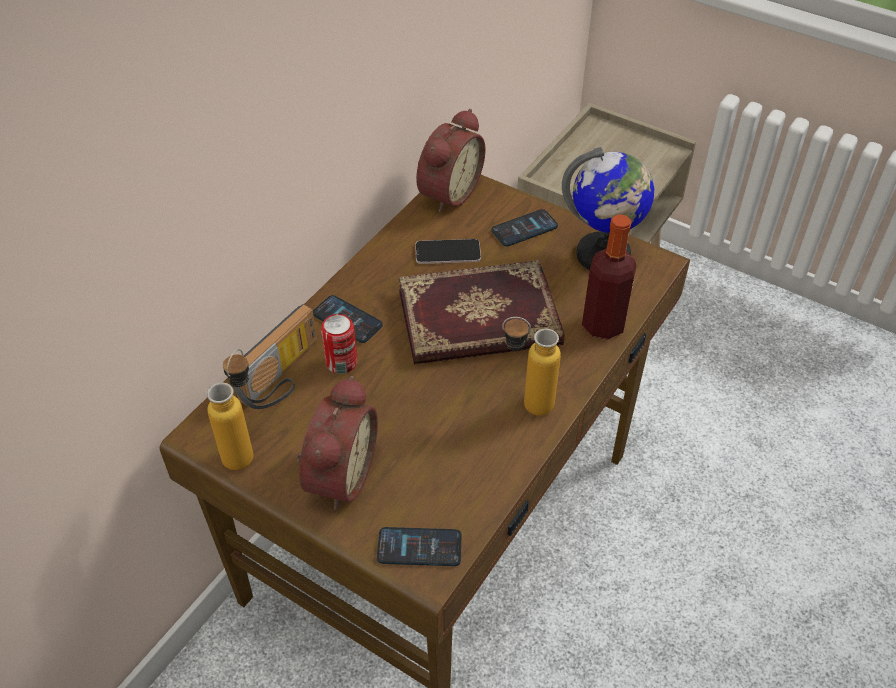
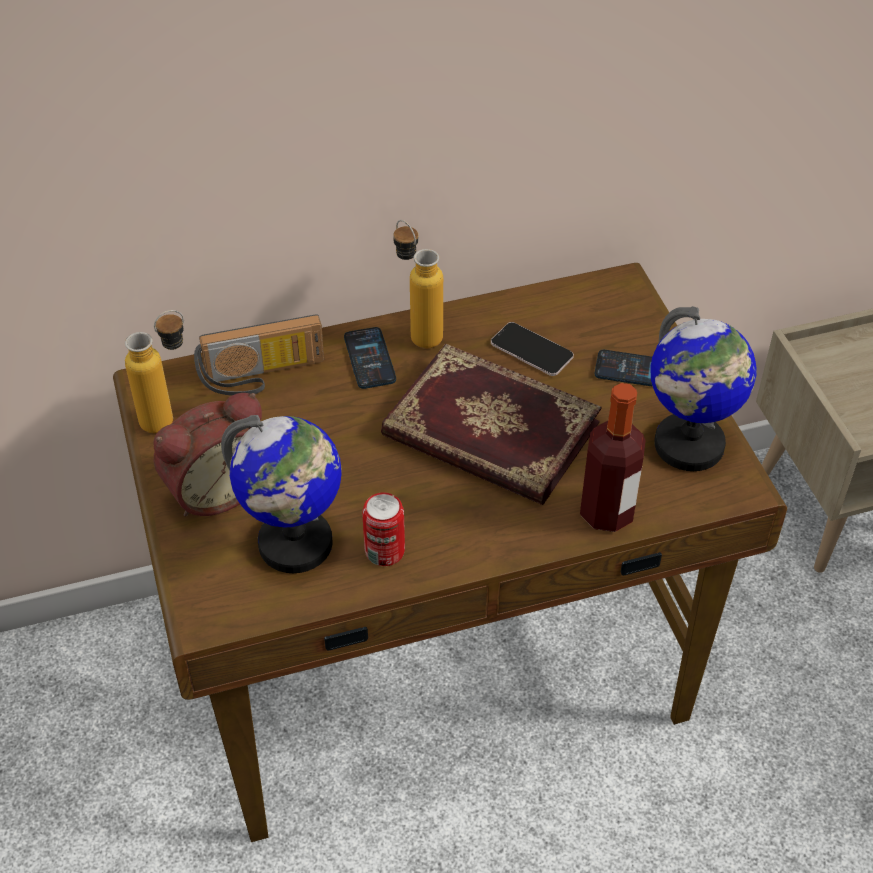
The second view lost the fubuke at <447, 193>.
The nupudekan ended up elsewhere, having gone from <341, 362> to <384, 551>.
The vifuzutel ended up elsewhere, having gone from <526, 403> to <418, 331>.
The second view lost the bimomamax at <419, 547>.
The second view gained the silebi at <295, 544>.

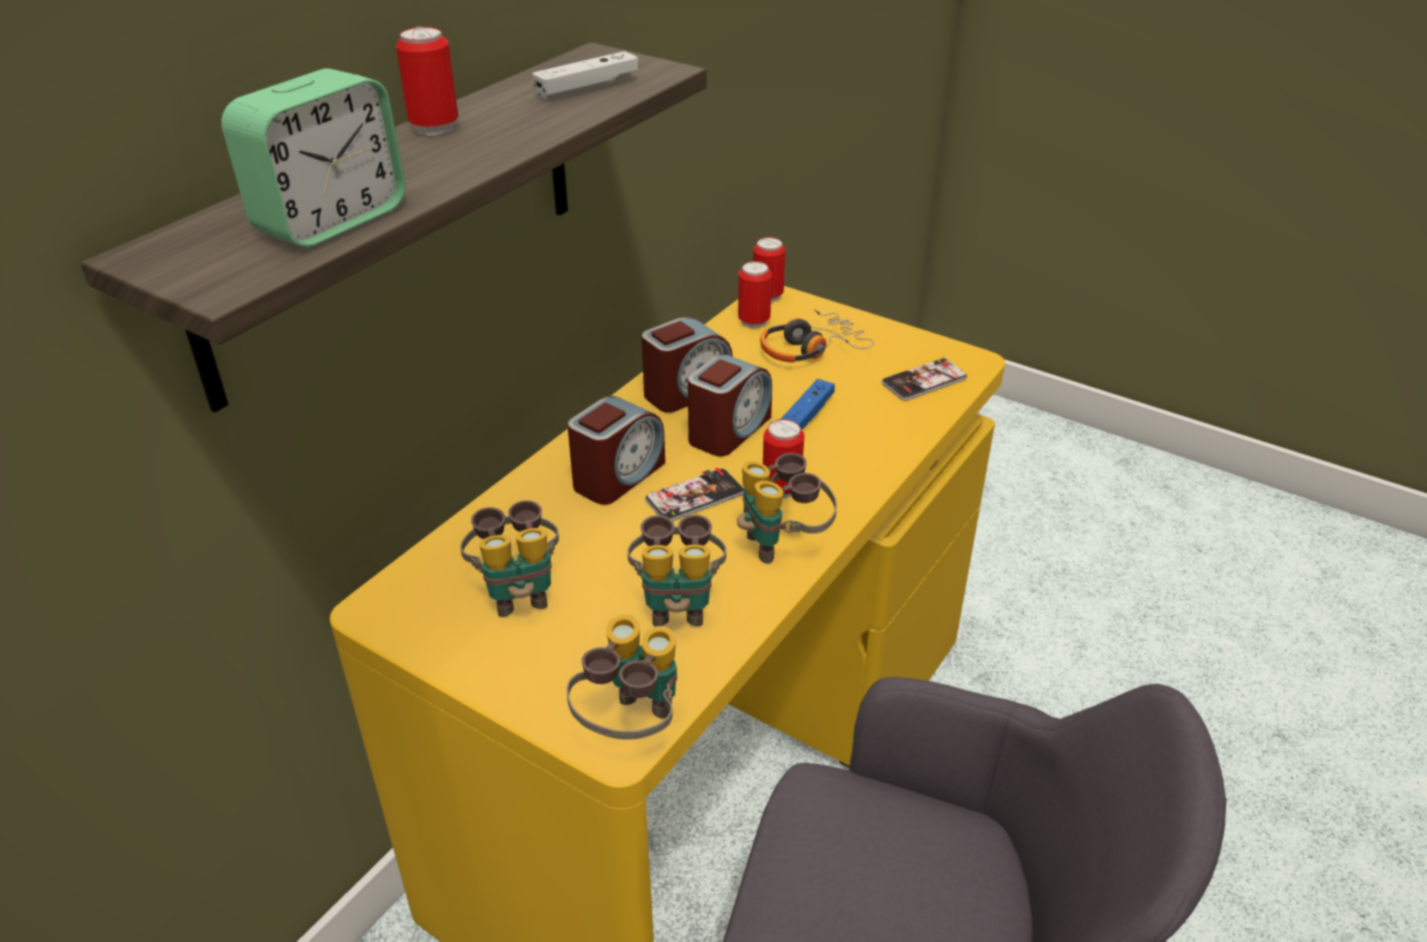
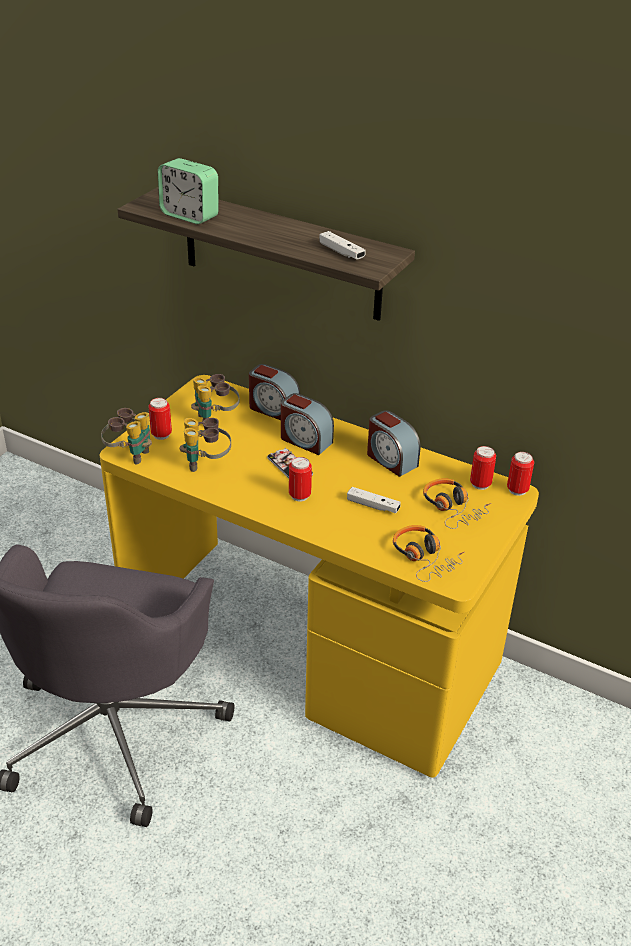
The nupudekan ended up elsewhere, having gone from <434, 127> to <161, 435>.
The fubuke ended up elsewhere, having gone from <728, 430> to <273, 409>.
Where the bimomamax stood at <924, 381>, the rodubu came to stand at <424, 558>.
What was the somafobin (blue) at <806, 416> turned into the somafobin (white) at <373, 506>.
The second view lost the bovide at <783, 543>.

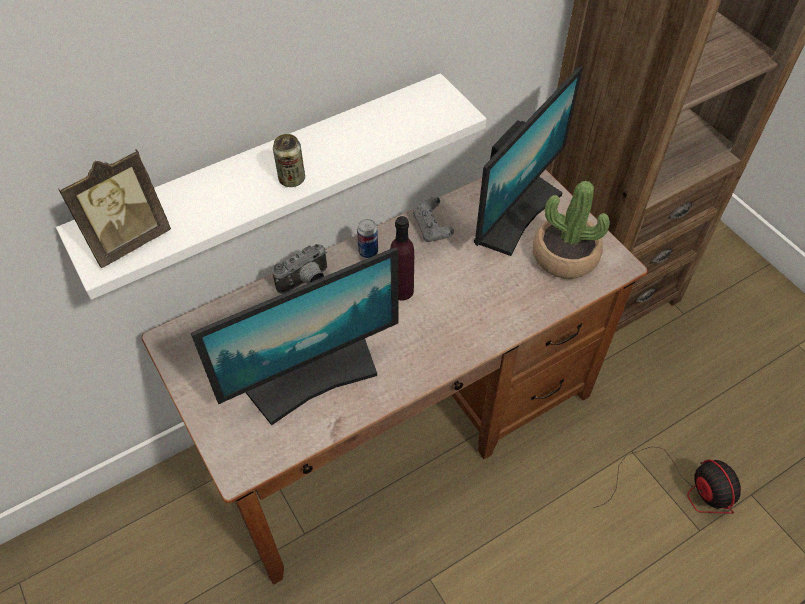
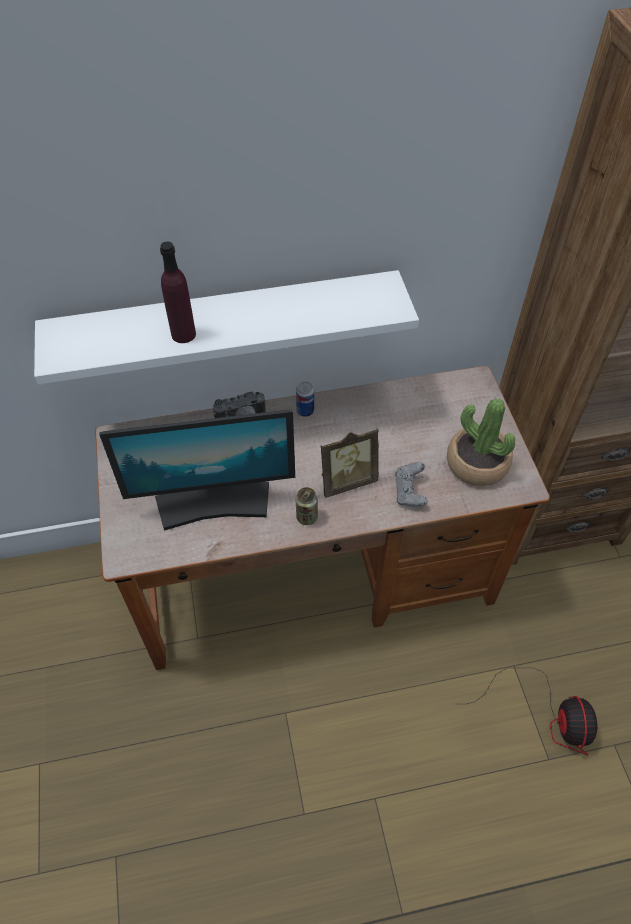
The second view lost the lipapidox at <515, 213>.
The nupudekan ended up elsewhere, having gone from <292, 179> to <307, 517>.
The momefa ended up elsewhere, having gone from <128, 240> to <346, 480>.
The somafobin (grey) ended up elsewhere, having gone from <432, 229> to <409, 492>.
The vifuzutel (purple) ended up elsewhere, having gone from <402, 291> to <183, 334>.

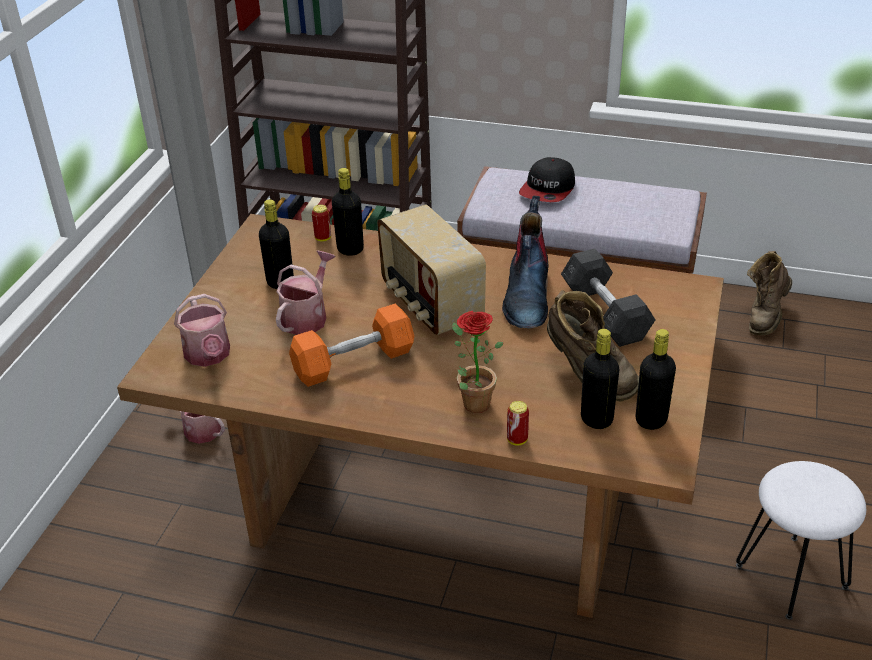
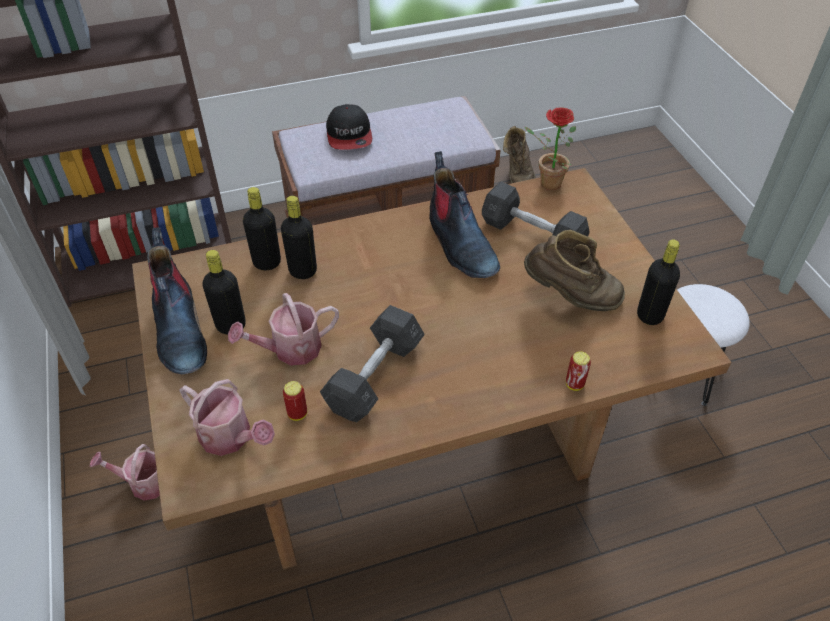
The second view lost the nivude at <430, 304>.
The nupudekan ended up elsewhere, having gone from <323, 238> to <297, 413>.
The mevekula at <307, 317> ended up facing another way, 105 degrees counterclockwise from before.
What was the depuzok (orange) at <353, 362> turned into the depuzok (grey) at <374, 376>.
The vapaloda ended up elsewhere, having gone from <471, 401> to <545, 183>.
The vifuzutel (black) ended up elsewhere, having gone from <596, 419> to <303, 271>.
The second view gained the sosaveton at <179, 330>.

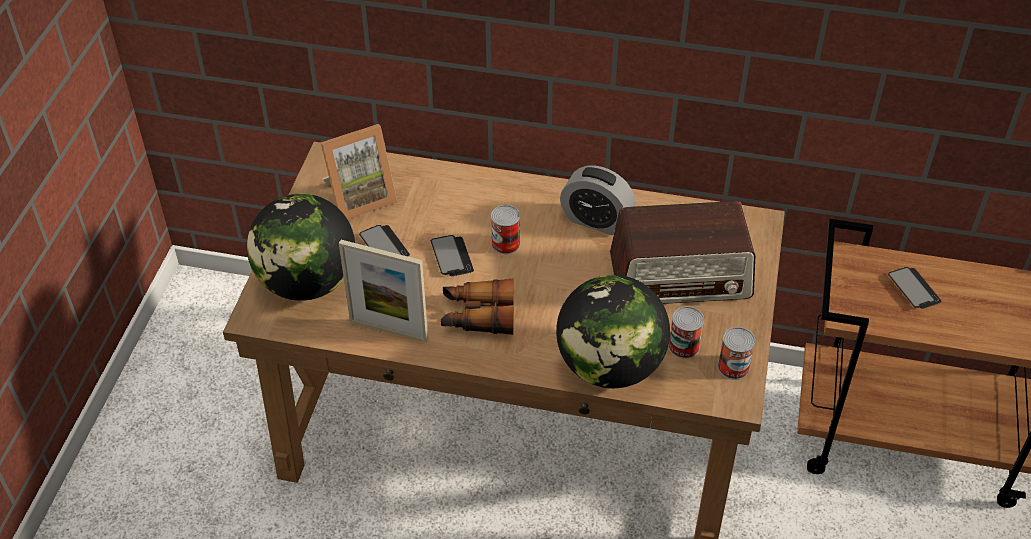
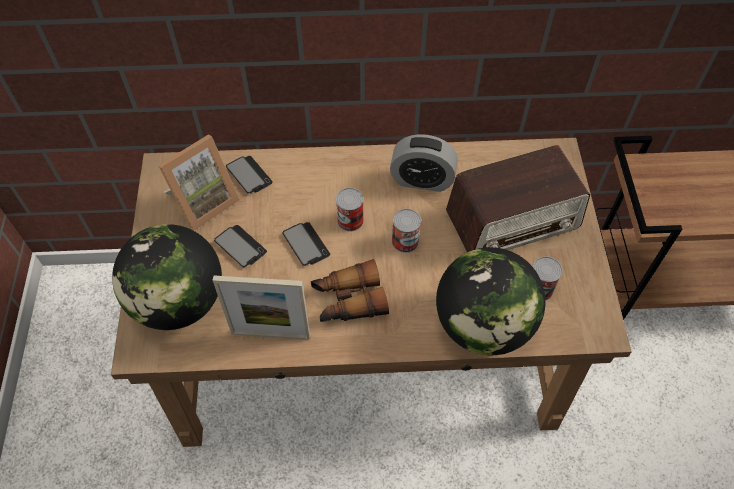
The bimomamax ended up elsewhere, having gone from <913, 289> to <249, 175>.
The nupudekan ended up elsewhere, having gone from <733, 367> to <405, 241>.

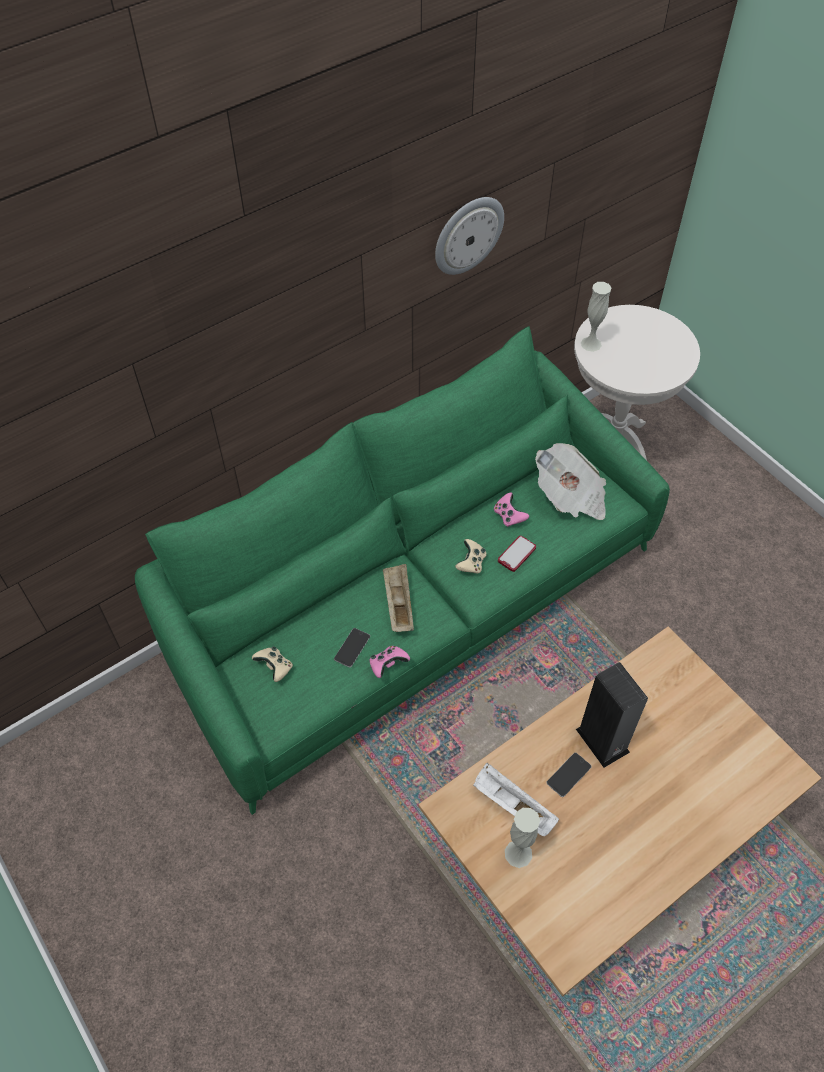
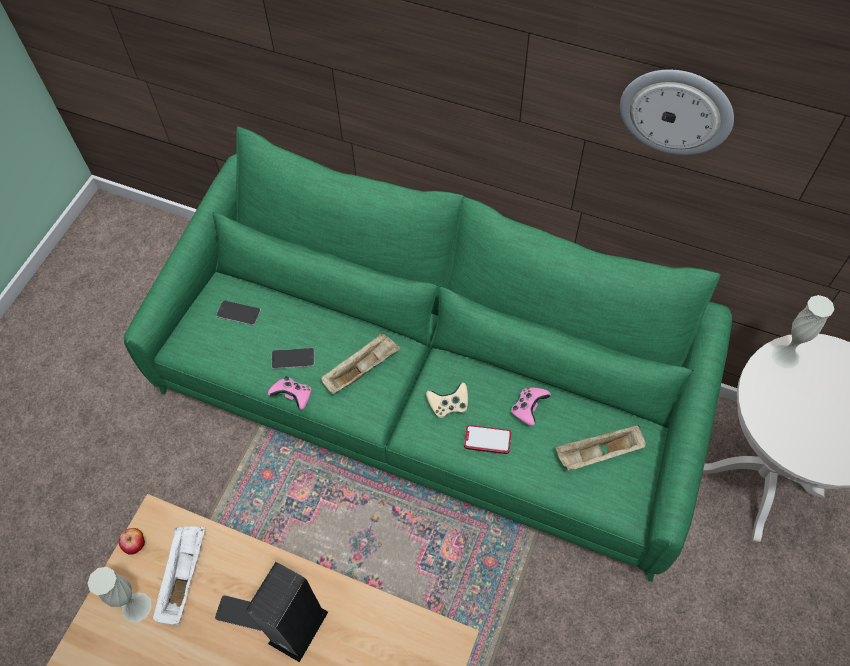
Where the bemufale stood at <570, 496>, the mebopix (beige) came to stand at <598, 454>.
Where the somafobin (beige) stood at <275, 668>, the bimomamax came to stand at <238, 313>.
The second view gained the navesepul at <136, 545>.

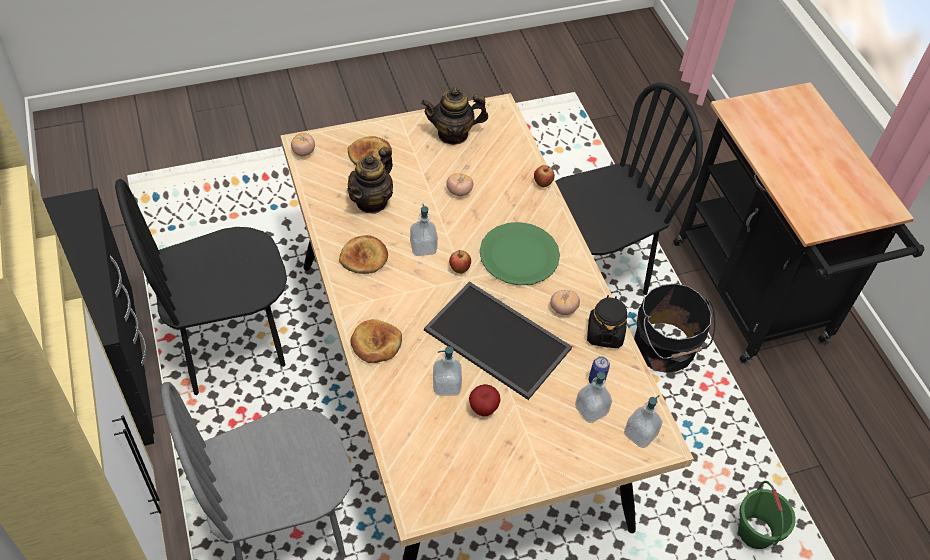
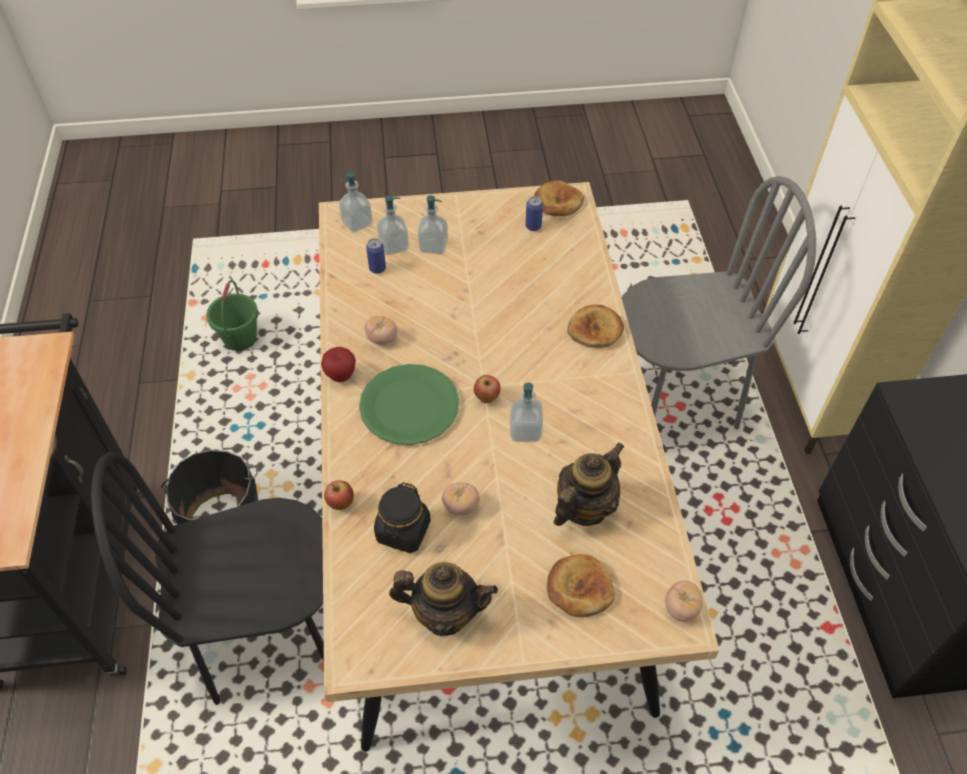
The second view lost the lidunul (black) at <230, 346>.
The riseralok ended up elsewhere, having gone from <364, 257> to <557, 202>.
The second view lost the mebopix at <495, 340>.
The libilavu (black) ended up elsewhere, having gone from <604, 333> to <403, 531>.
The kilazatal ended up elsewhere, having gone from <446, 385> to <433, 246>.
The navesepul ended up elsewhere, having gone from <483, 409> to <341, 376>.
The second view gained the nupudekan at <533, 226>.

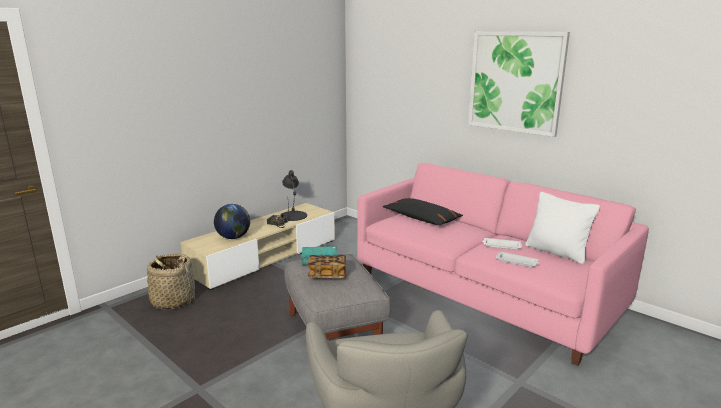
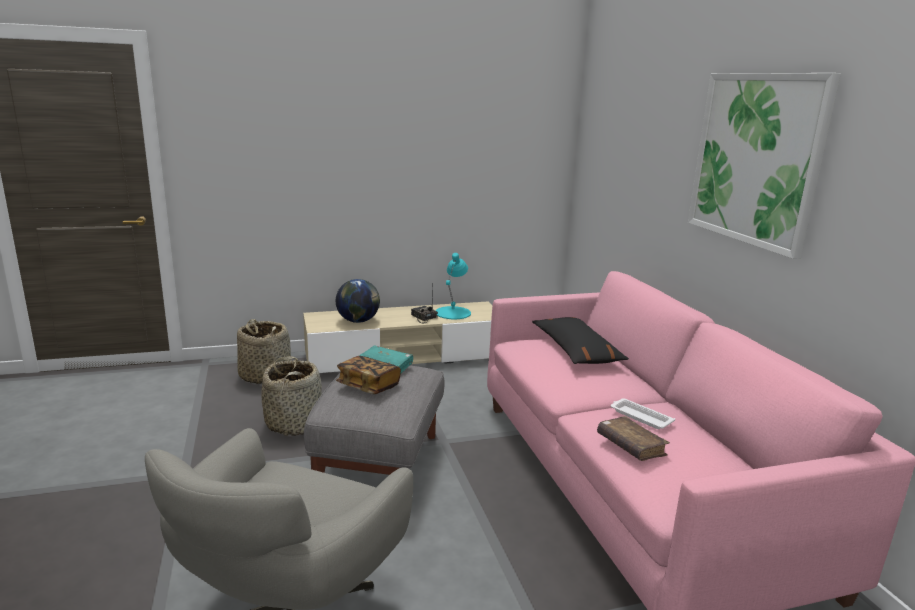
What was the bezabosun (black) at <293, 215> turned into the bezabosun (turquoise) at <453, 312>.
The second view lost the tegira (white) at <557, 252>.
Where the mebopix (white) stood at <517, 262>, the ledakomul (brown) came to stand at <630, 446>.
The second view gained the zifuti at <294, 423>.

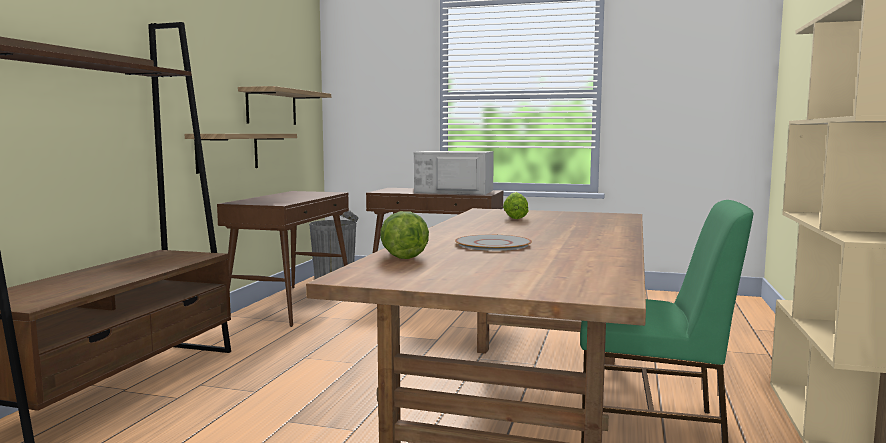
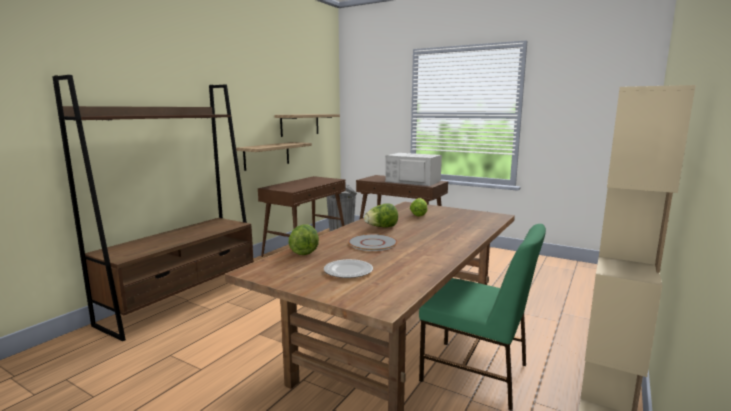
The second view gained the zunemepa at <381, 227>.
The second view gained the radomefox at <348, 270>.

